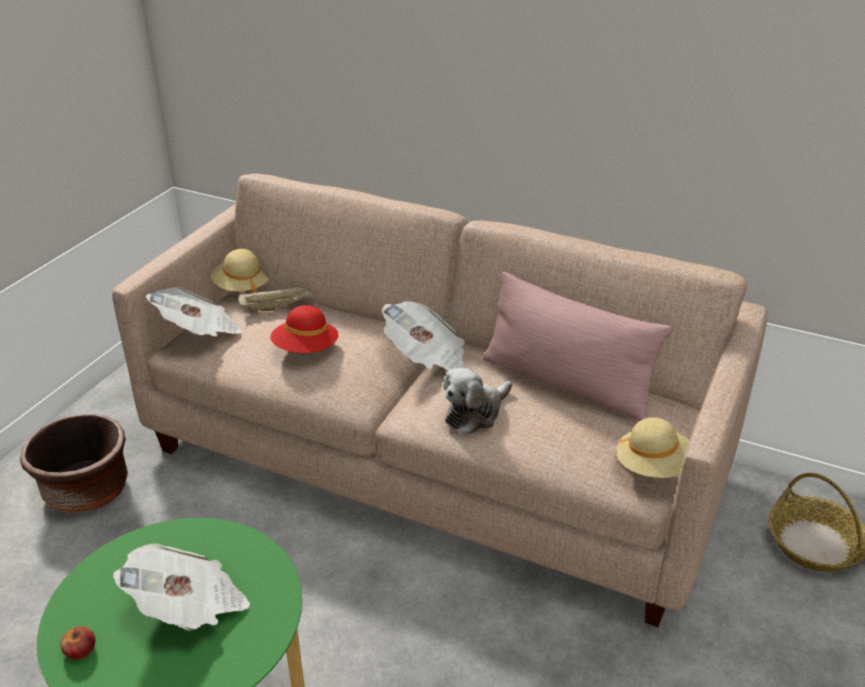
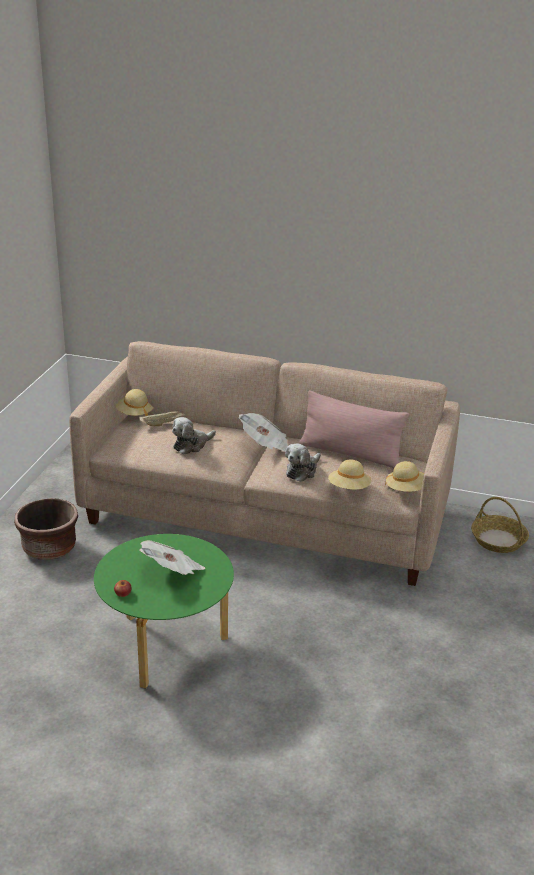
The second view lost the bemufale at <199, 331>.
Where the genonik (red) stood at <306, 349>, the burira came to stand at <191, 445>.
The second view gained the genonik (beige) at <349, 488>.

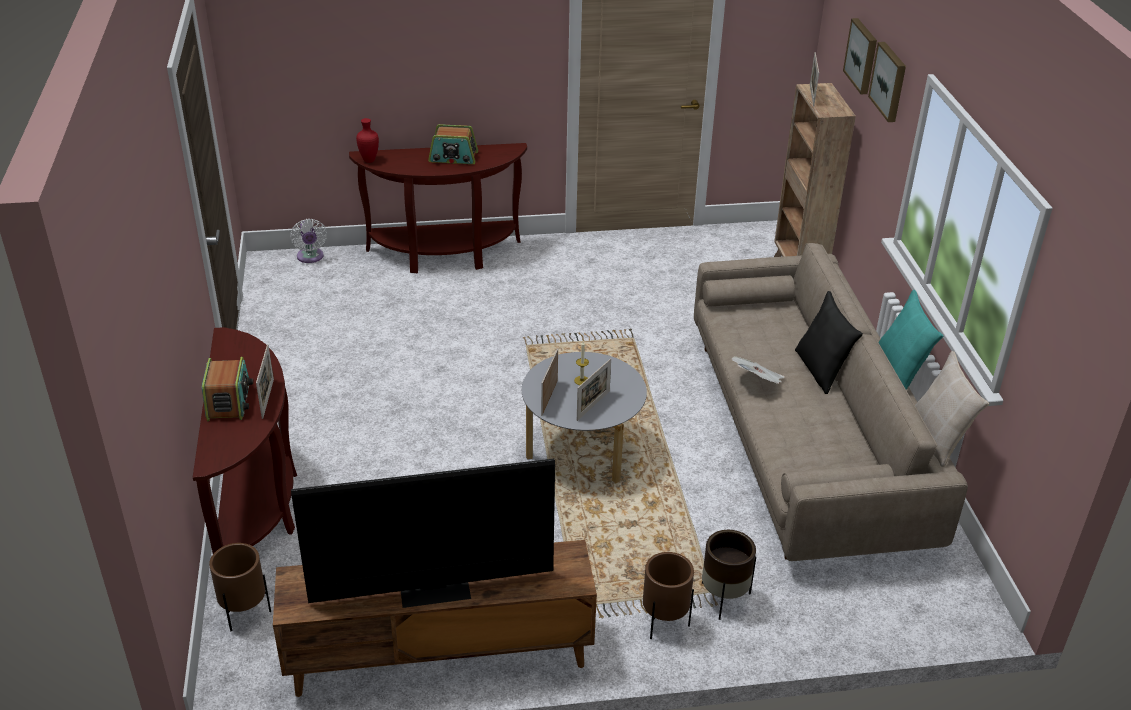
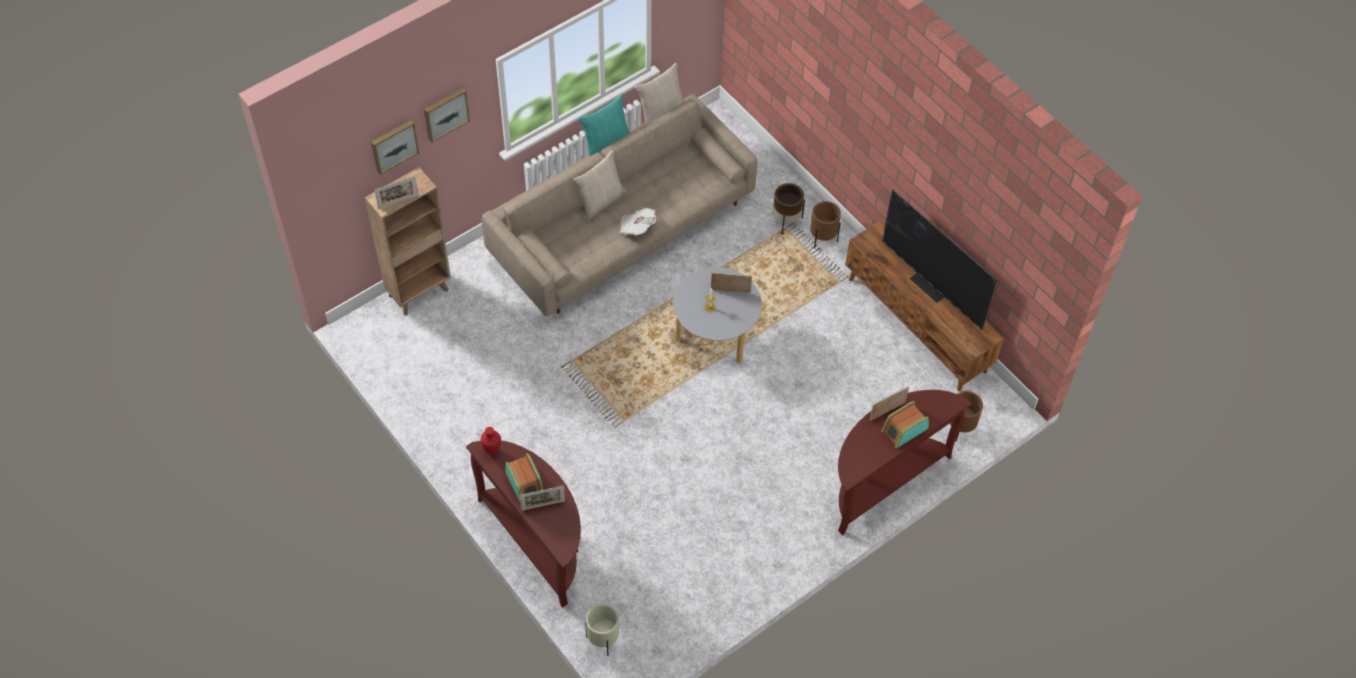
The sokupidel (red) ended up elsewhere, having gone from <369, 161> to <493, 450>.
Where the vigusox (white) stood at <310, 257>, the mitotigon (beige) came to stand at <603, 640>.
What was the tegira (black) at <821, 370> turned into the tegira (beige) at <601, 201>.
The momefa ended up elsewhere, having gone from <549, 398> to <543, 505>.

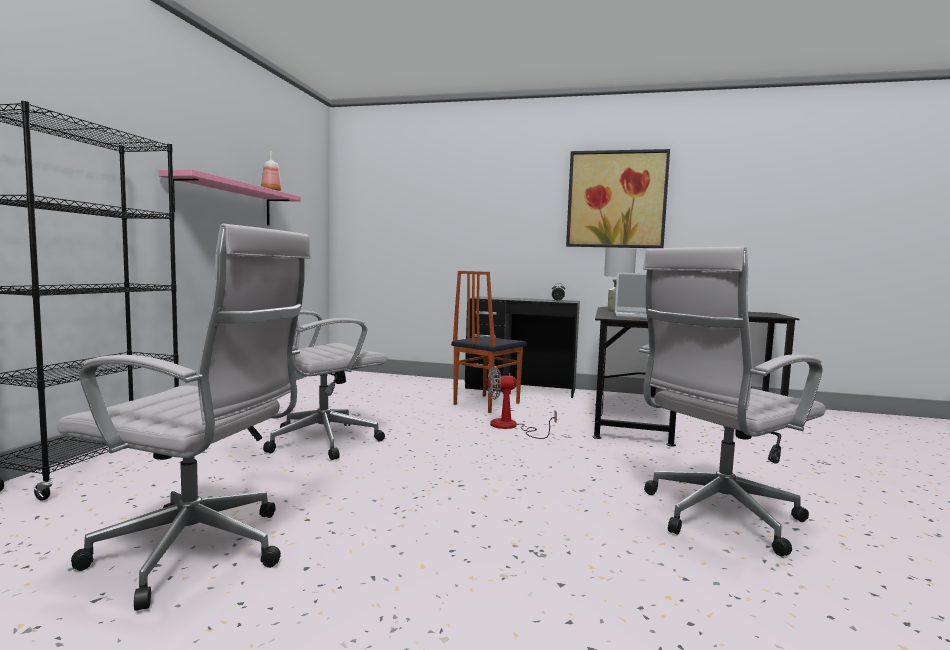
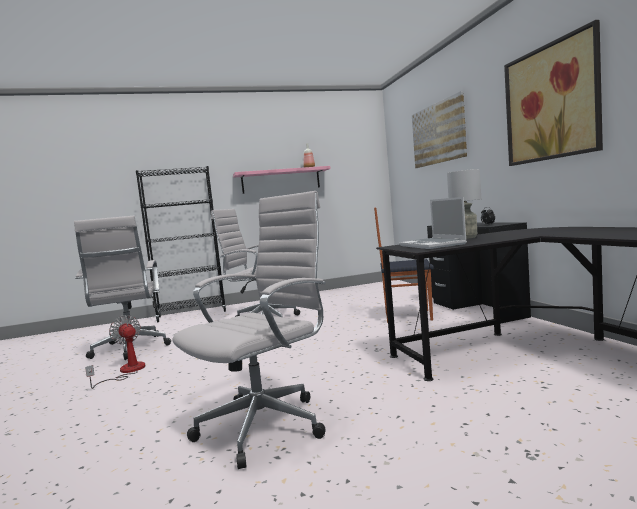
The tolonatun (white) at <716, 517> ended up facing another way, 105 degrees clockwise from before.
The vigusox ended up elsewhere, having gone from <511, 427> to <126, 372>.
The second view gained the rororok at <437, 133>.

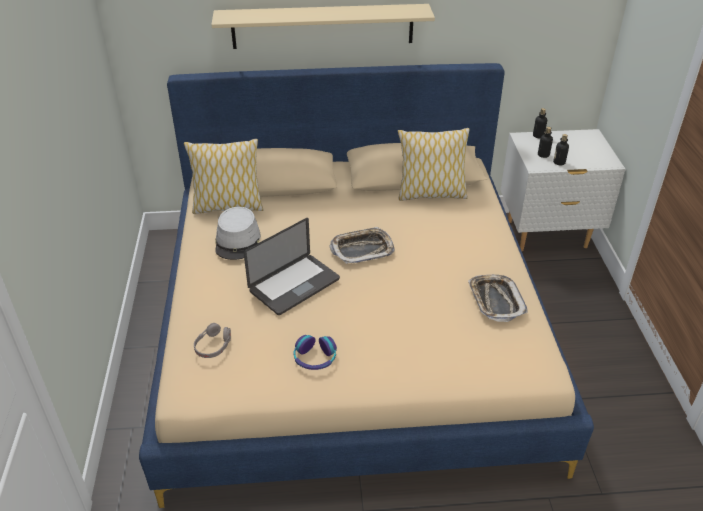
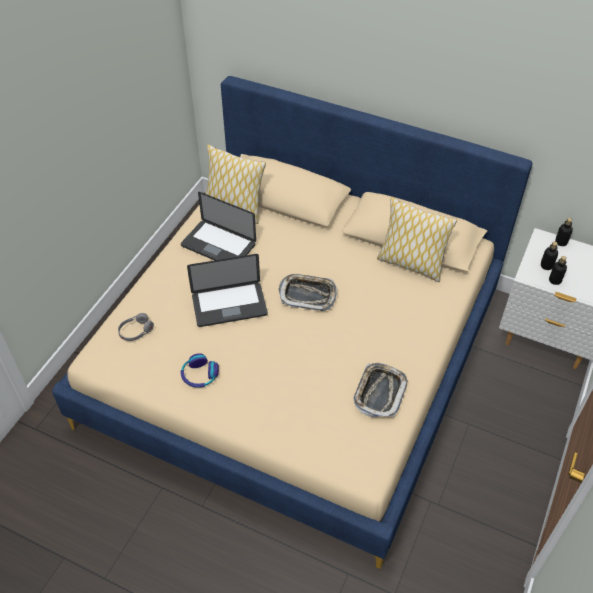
The second view lost the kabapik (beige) at <322, 26>.
Where the genonik (grey) stood at <238, 241>, the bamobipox came to stand at <218, 245>.

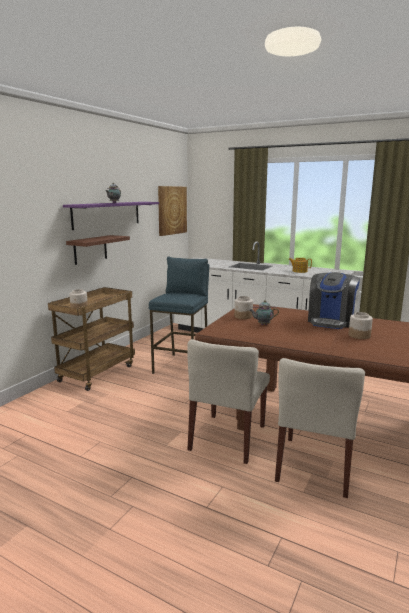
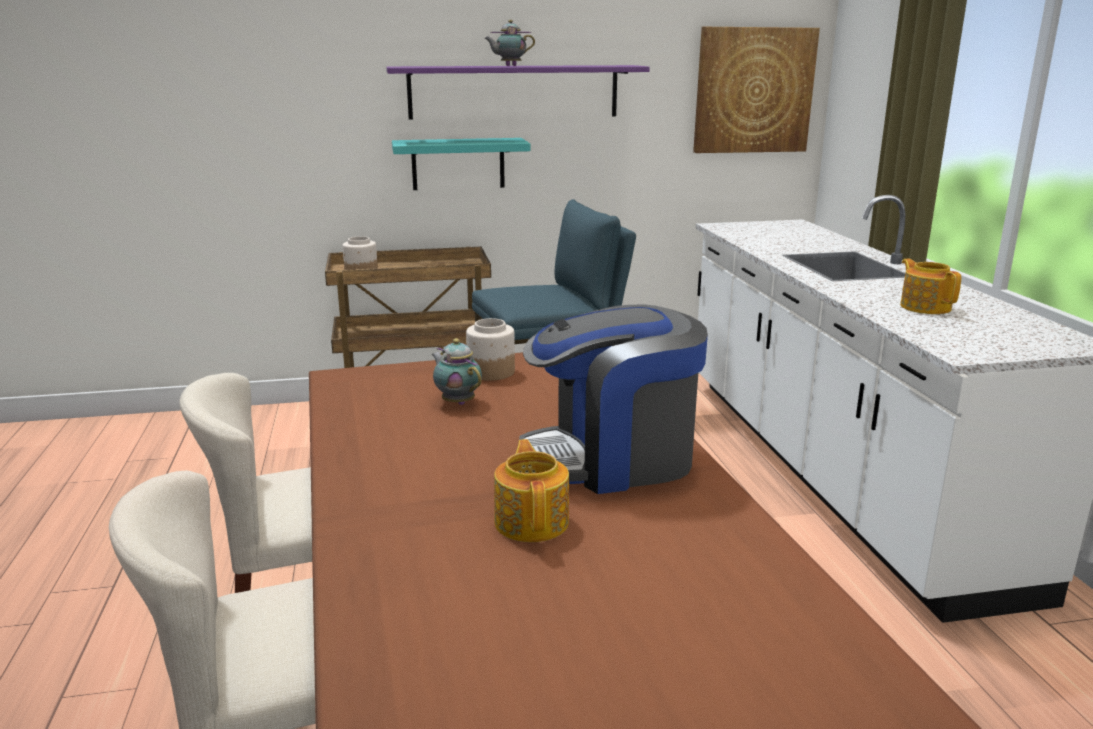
What was the kabapik (brown) at <90, 249> turned into the kabapik (turquoise) at <458, 164>.
Where the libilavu stood at <359, 335>, the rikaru came to stand at <532, 521>.

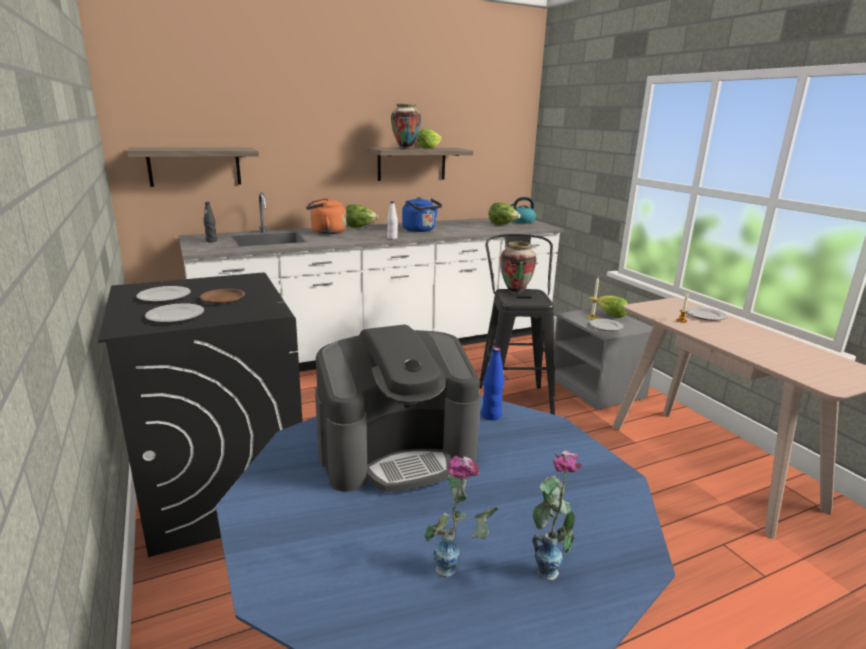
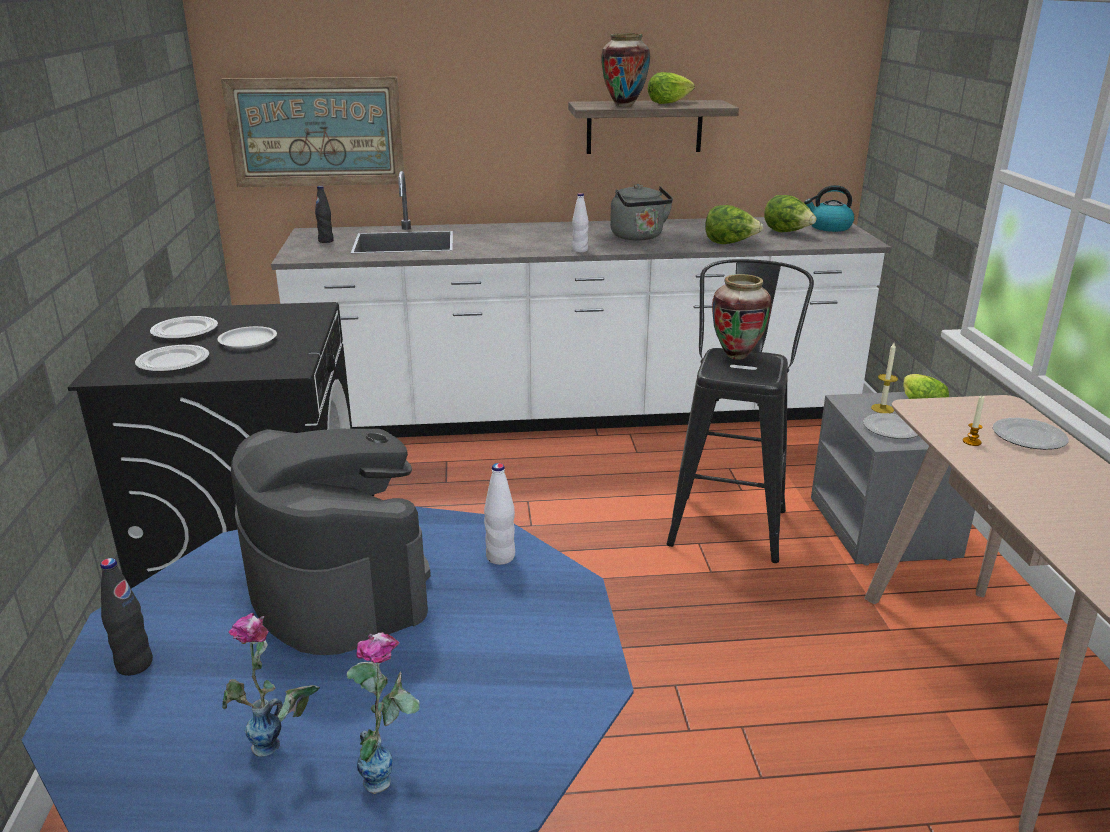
Where the kabapik hung at <194, 166>, the rororok came to hang at <316, 132>.
What was the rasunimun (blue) at <420, 230> turned into the rasunimun (grey) at <638, 237>.
The second view lost the rasunimun (orange) at <326, 232>.
The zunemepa ended up elsewhere, having gone from <359, 227> to <730, 243>.
What was the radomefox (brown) at <223, 299> turned into the radomefox (white) at <248, 341>.
The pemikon at <397, 451> ended up facing another way, 120 degrees counterclockwise from before.
What was the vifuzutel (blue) at <491, 415> turned into the vifuzutel (white) at <500, 557>.
The second view gained the vifuzutel (black) at <134, 664>.

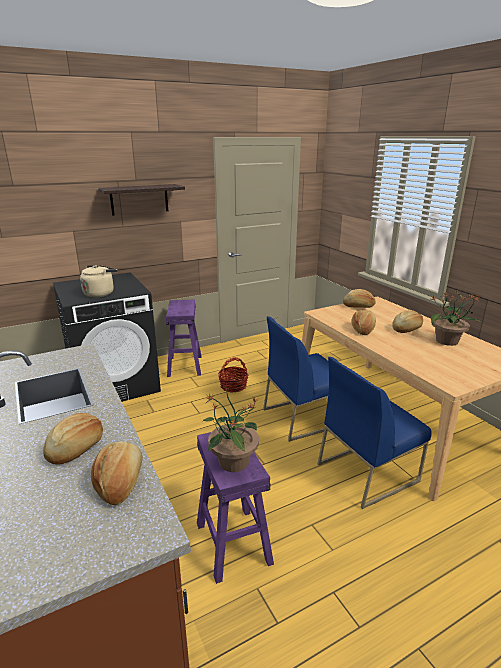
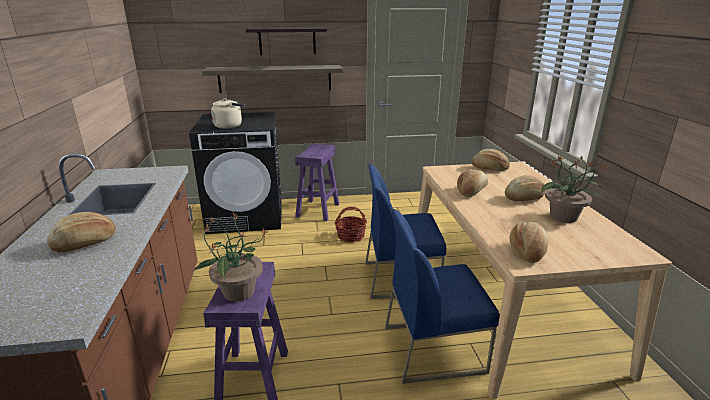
The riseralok ended up elsewhere, having gone from <120, 482> to <527, 251>.
The second view gained the kabapik at <275, 78>.

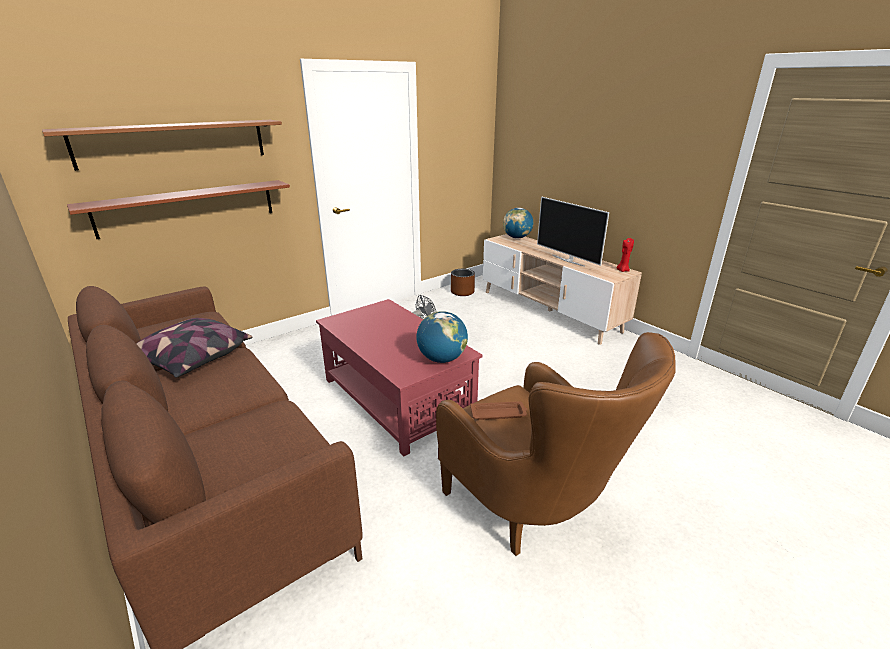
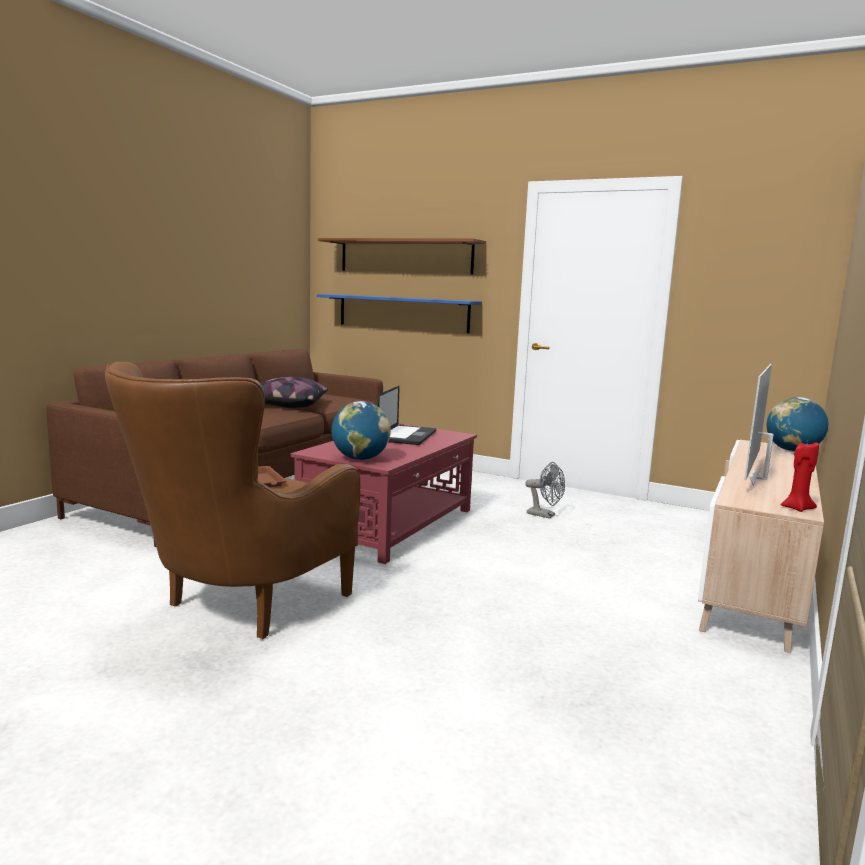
What was the kabapik (brown) at <188, 208> turned into the kabapik (blue) at <403, 313>.
The second view lost the mitotigon (brown) at <462, 292>.
The second view gained the bamobipox at <407, 436>.

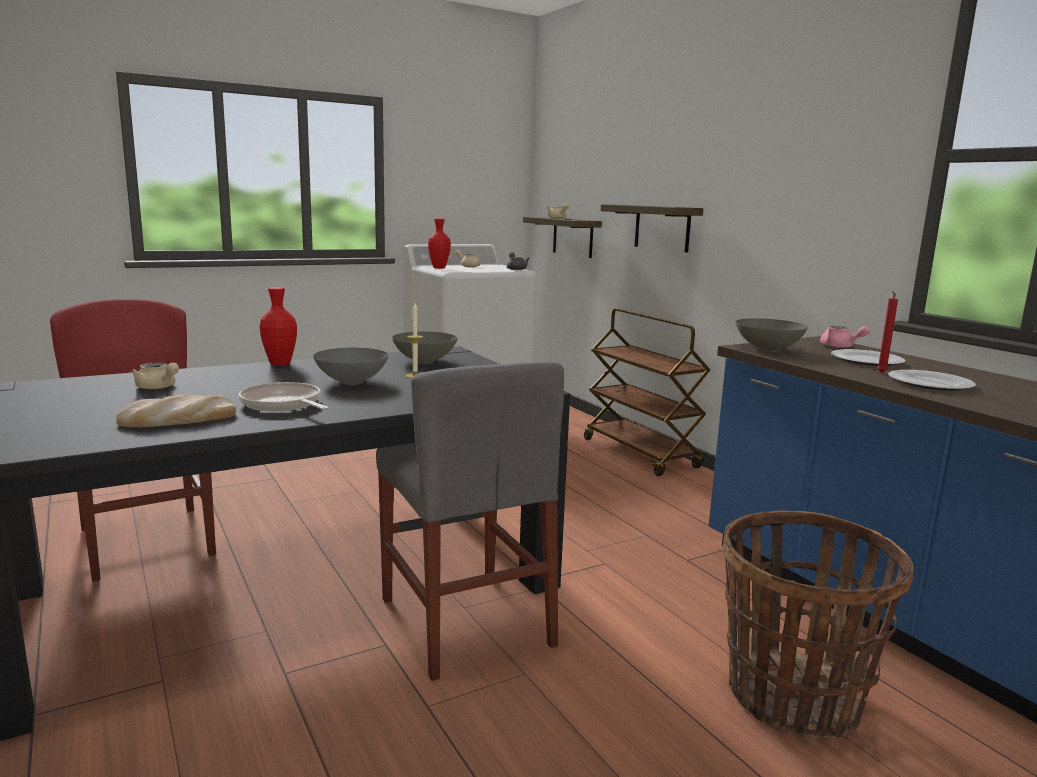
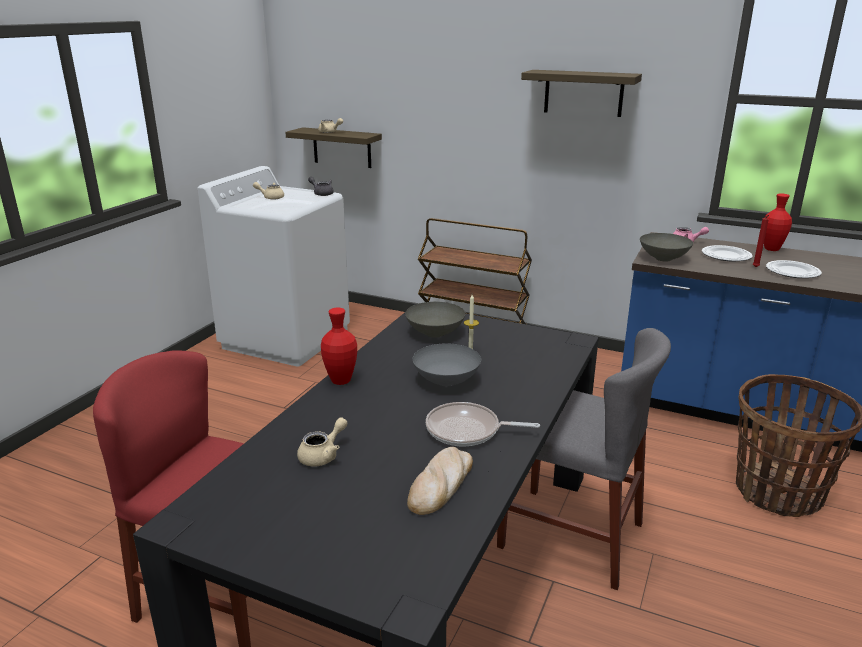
The kabapik ended up elsewhere, having gone from <662, 228> to <583, 93>.
The sokupidel (red) ended up elsewhere, having gone from <439, 268> to <771, 249>.
The rikaru (beige) at <158, 388> ended up facing another way, 45 degrees counterclockwise from before.

